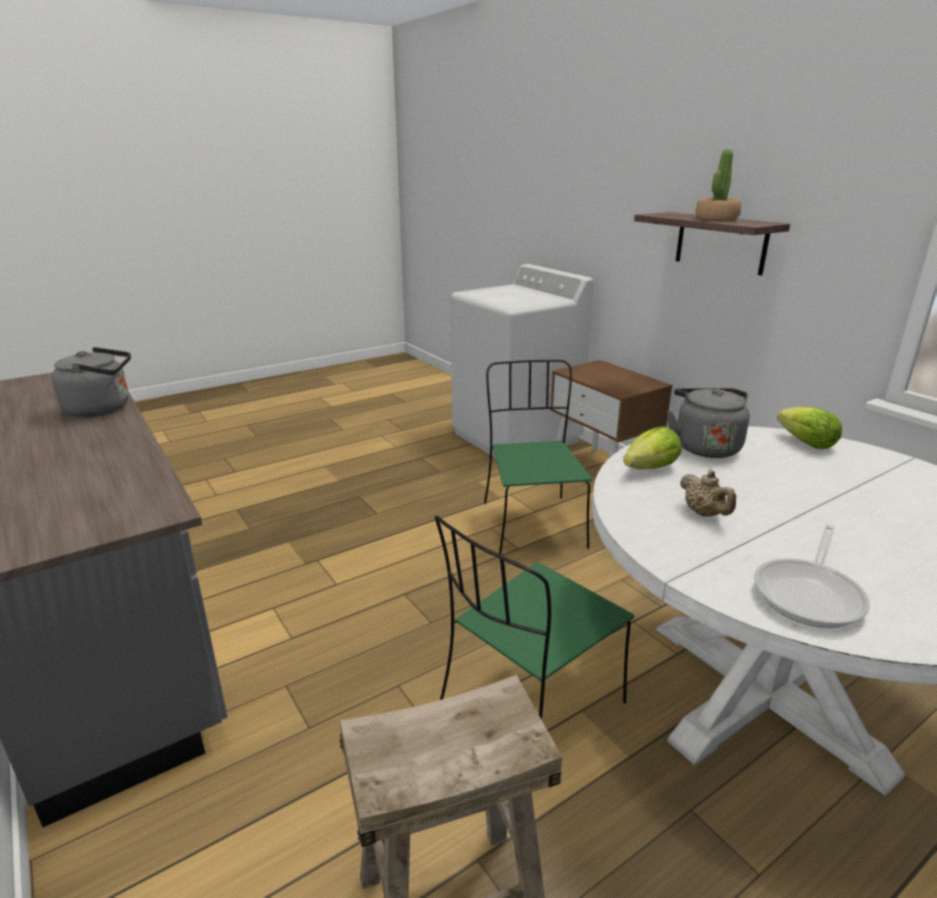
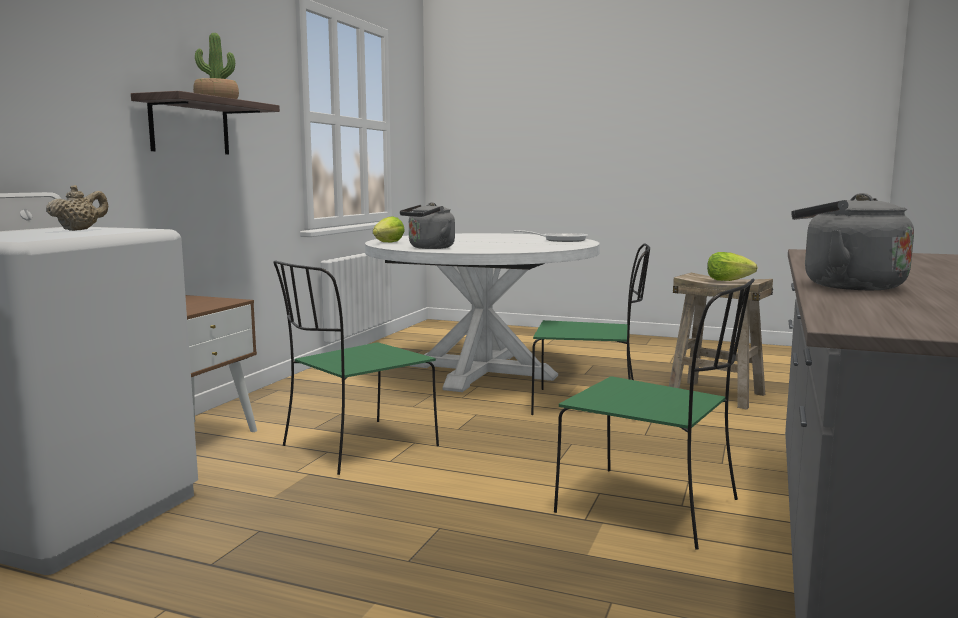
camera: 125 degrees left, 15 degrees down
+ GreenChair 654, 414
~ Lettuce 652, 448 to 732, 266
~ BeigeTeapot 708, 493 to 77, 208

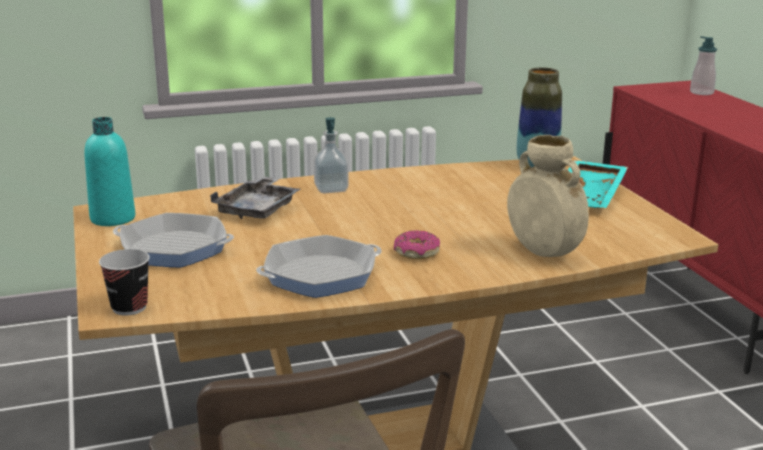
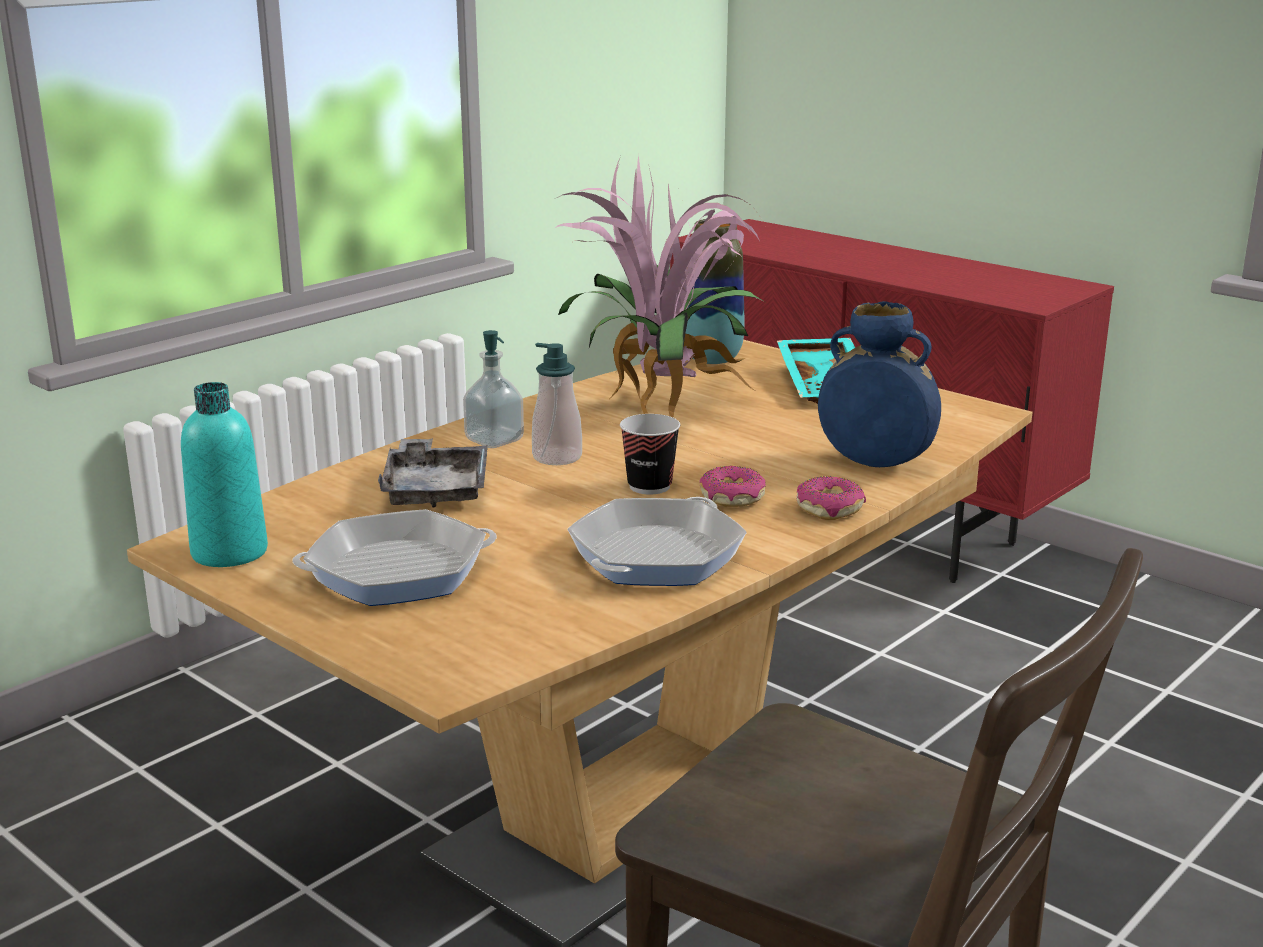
camera: 30 degrees left, 0 degrees up
+ PottedPlant 660, 286
+ Donut 831, 498
~ Cup 124, 282 to 650, 454
~ SoapDispenser 703, 65 to 557, 404
~ BeigeVase 548, 196 to BlueVase 879, 384

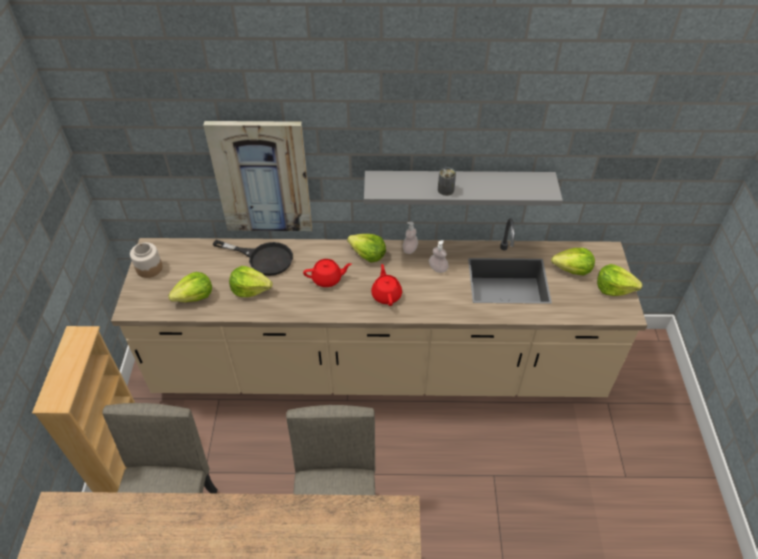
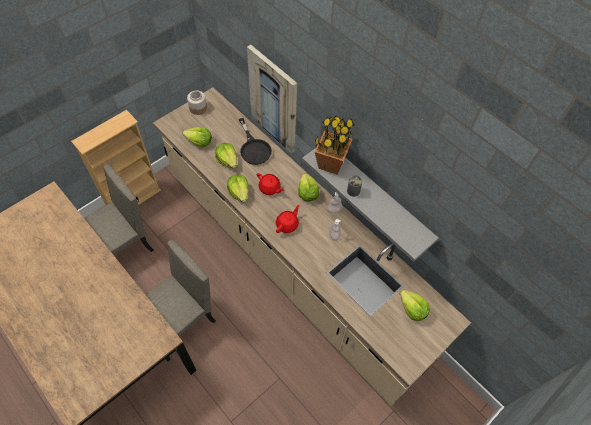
camera: 45 degrees right, 10 degrees up
+ PottedPlant 335, 145
~ Lettuce 619, 280 to 238, 188

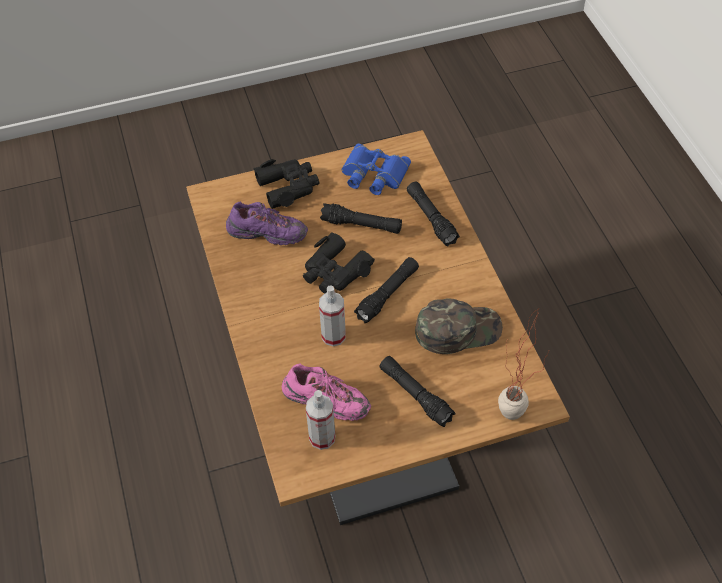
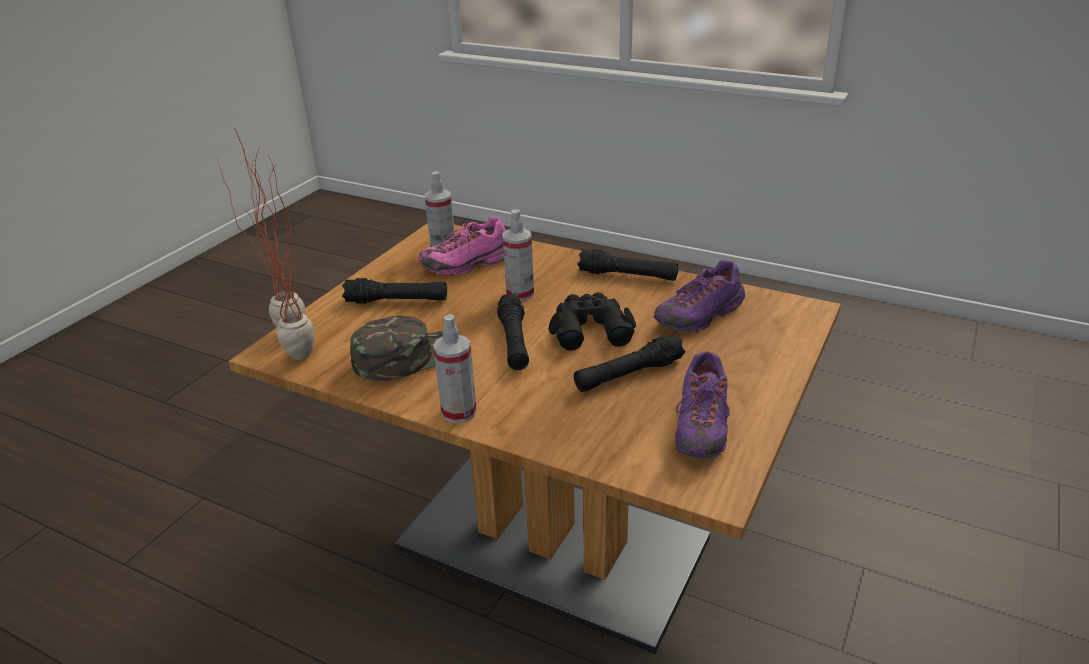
camera: 135 degrees right, 20 degrees down
- BlackBinoculars 286, 184
+ PottedPlant 278, 254
+ SprayBottle 455, 368
~ BlackFlashlight 433, 214 to 628, 265
~ BlueBinoculars 376, 169 to PurpleShoe 702, 405
~ GreenCap 459, 326 = 405, 348 150 degrees counterclockwise

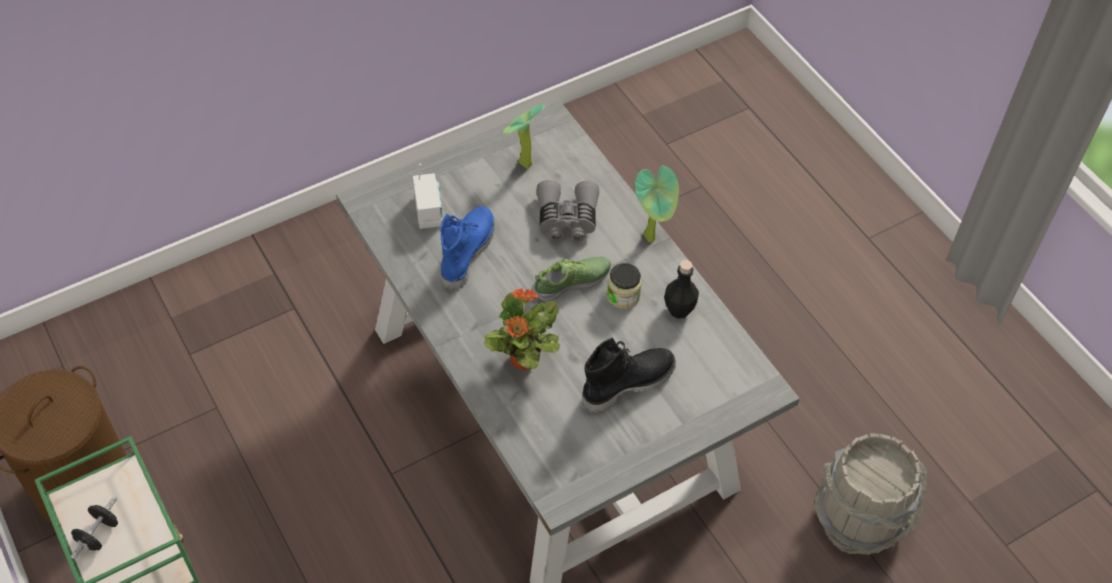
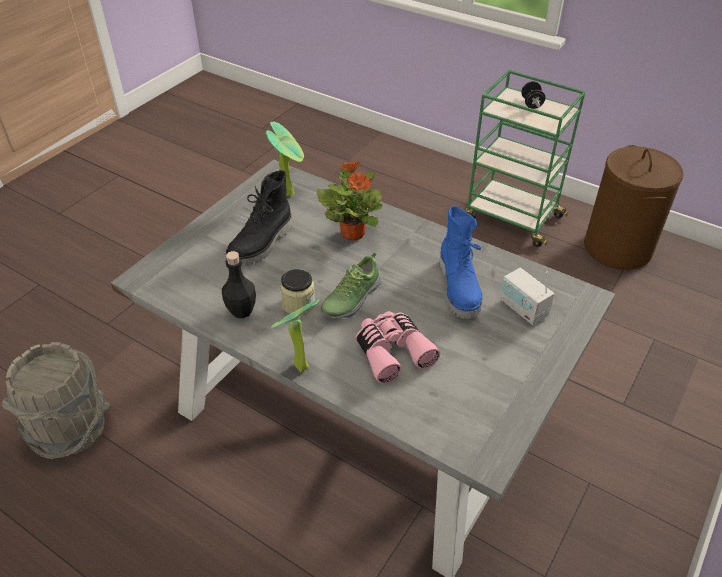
camera: 155 degrees right, 10 degrees down
~ PottedPlant 524, 136 to 285, 159
~ GreyBinoculars 568, 210 to PinkBinoculars 398, 347

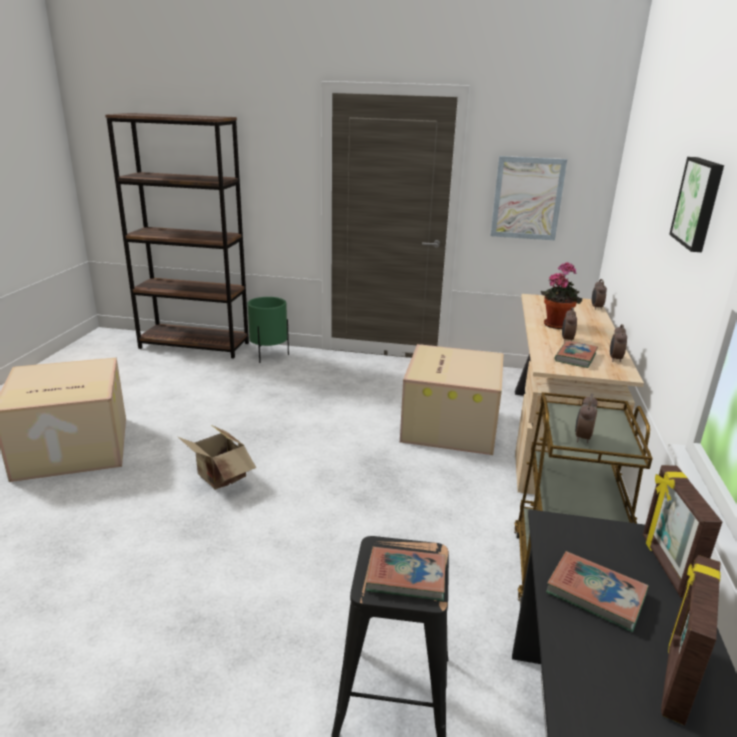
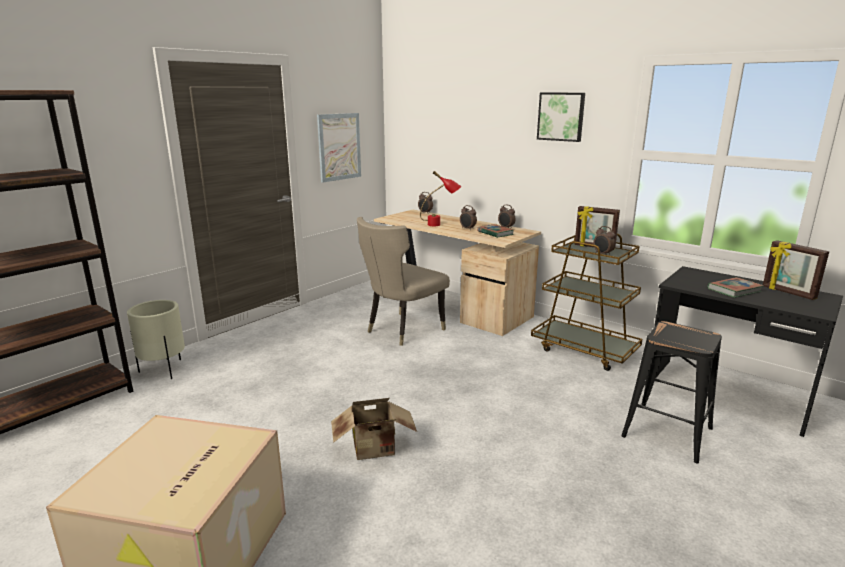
camera: 60 degrees left, 5 degrees down
- Book 406, 573
~ PictureFrame 682, 531 to 597, 228
~ CardboardBox 452, 399 to BeigeChair 403, 281
~ PottedPlant 561, 295 to RedTableLamp 441, 198
~ GreenPlanter 268, 330 to BeigePlanter 156, 339

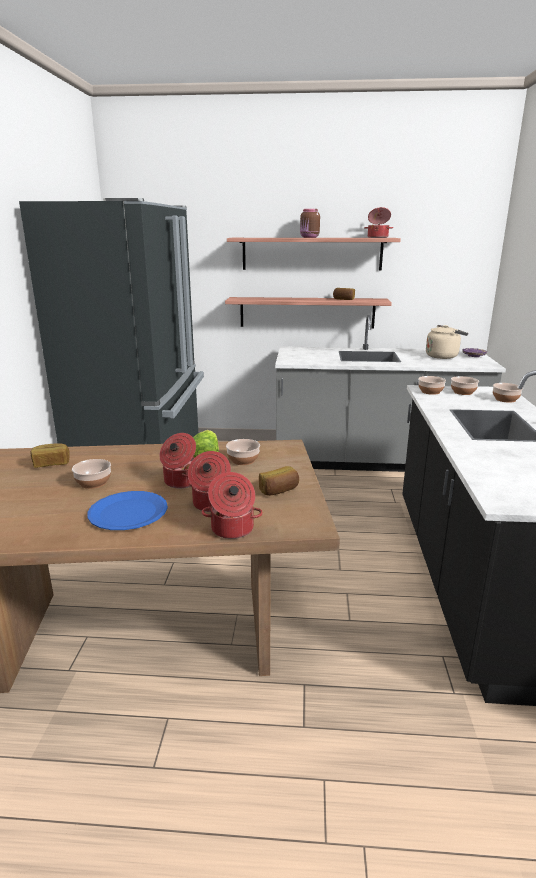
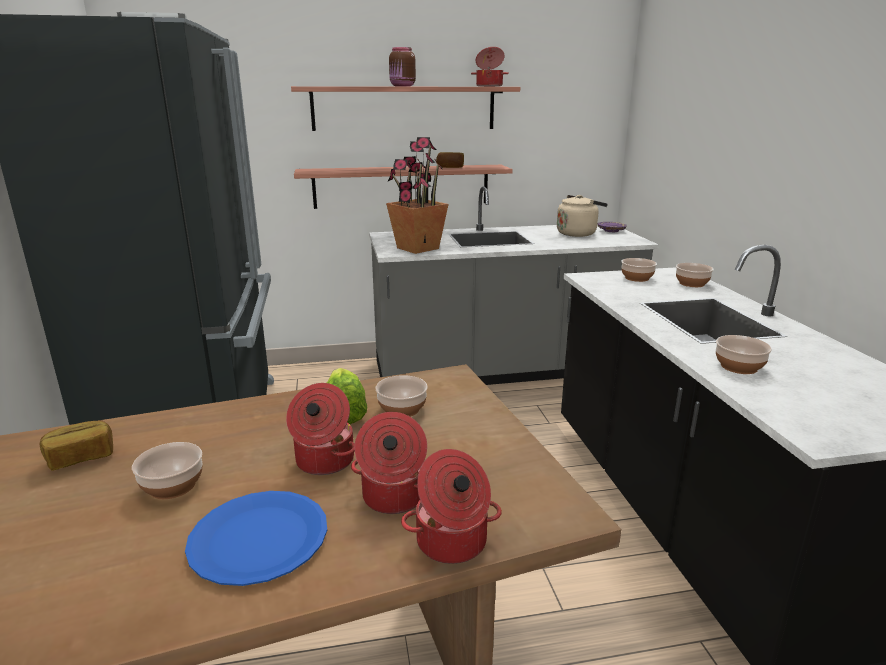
camera: 15 degrees left, 0 degrees up
- Bread 279, 481
+ PottedPlant 417, 195
~ Bowl 432, 385 to 744, 354

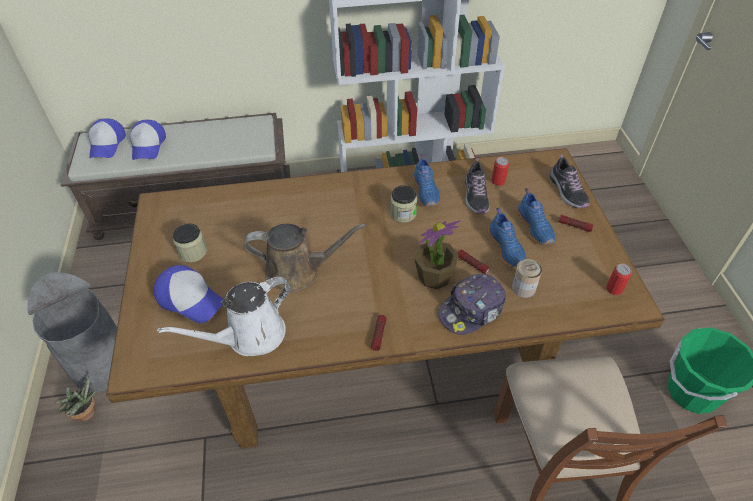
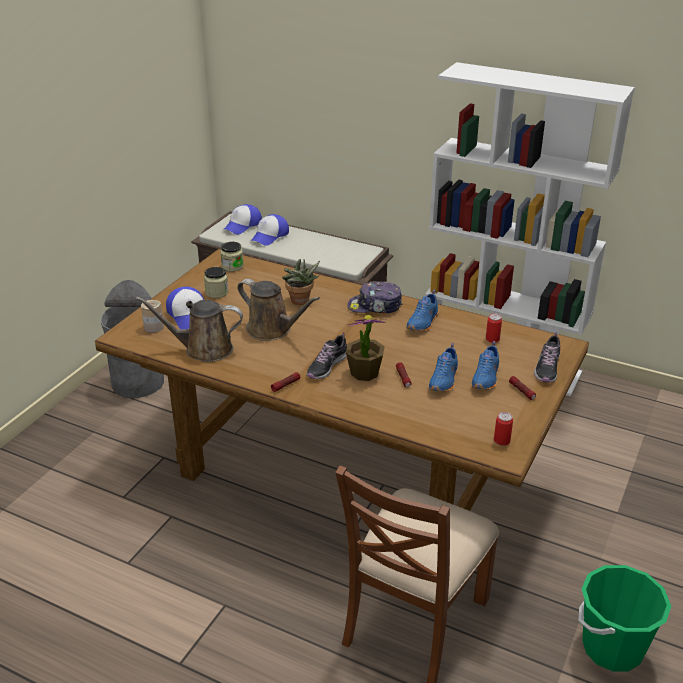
camera: 35 degrees right, 15 degrees down
~ PottedPlant 76, 399 to 301, 282
~ Jar 403, 204 to 232, 257
~ Cap 472, 304 to 375, 297
~ Shoe 477, 186 to 327, 355
~ Can 527, 278 to 152, 316
~ WhiteWateringCan 224, 316 to BrownWateringCan 189, 329

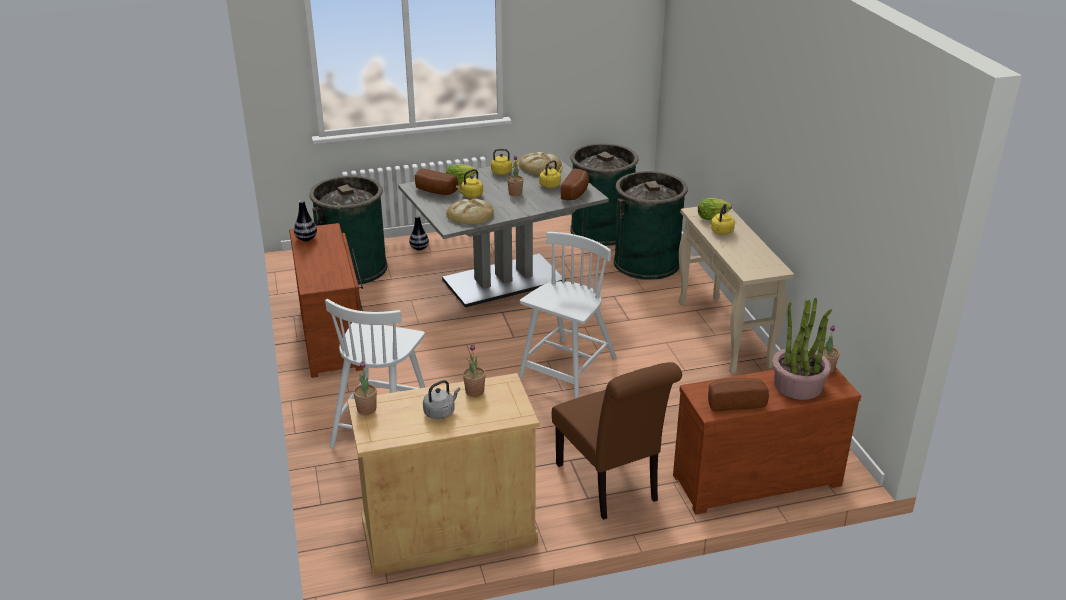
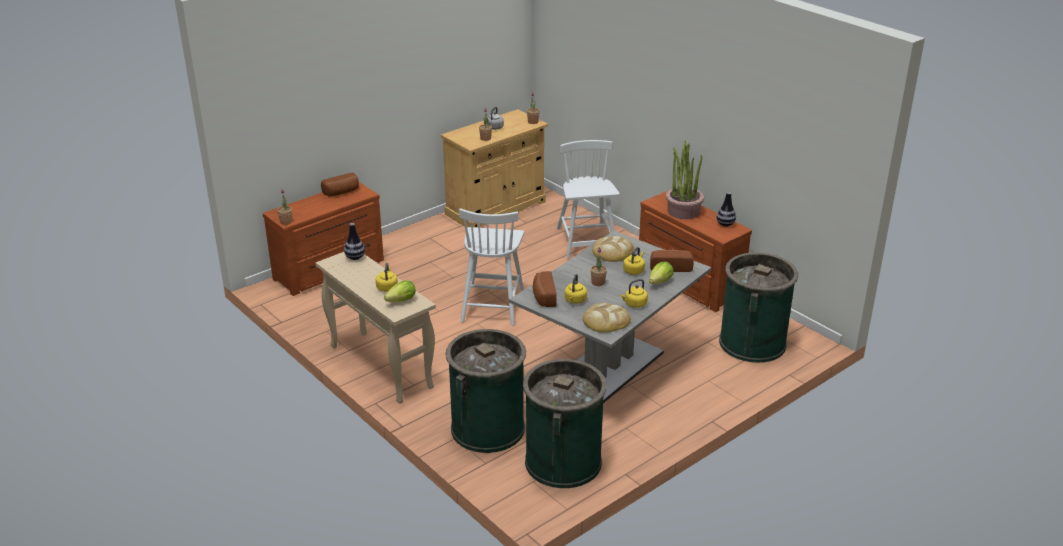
camera: 155 degrees right, 0 degrees up
- BrownChair 617, 441
~ Vase 419, 233 to 354, 241
~ PottedPlant 802, 349 to 685, 179

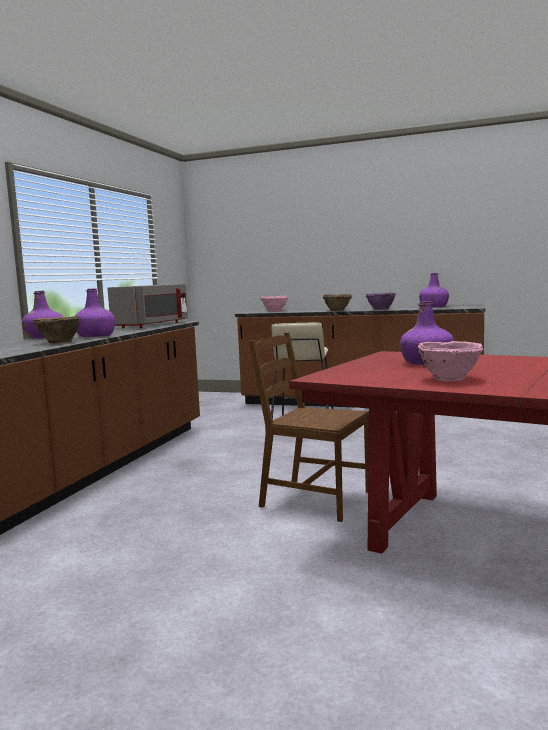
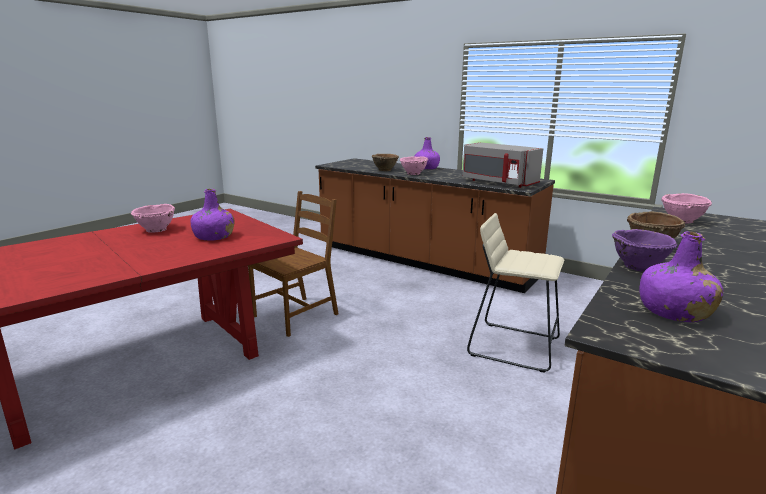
camera: 105 degrees right, 10 degrees up
~ PurpleBottle 95, 312 to PinkBowl 414, 165

